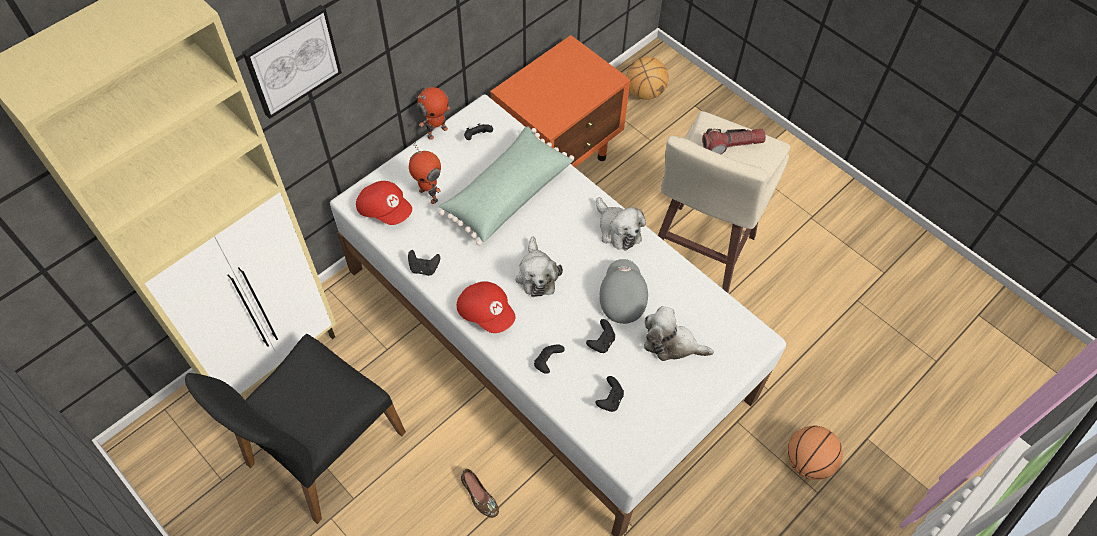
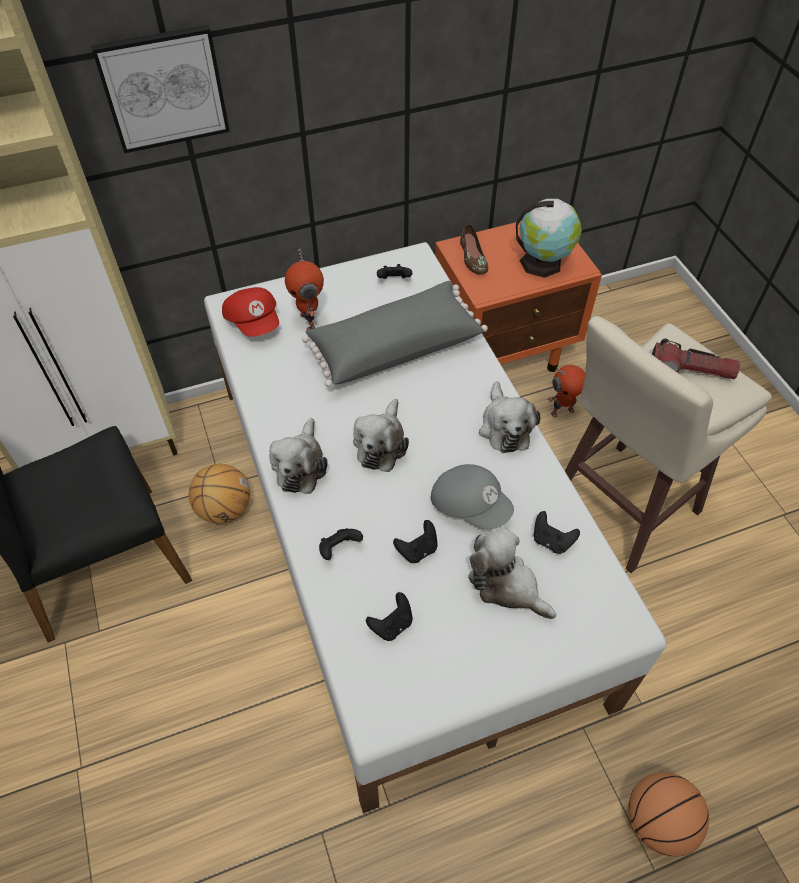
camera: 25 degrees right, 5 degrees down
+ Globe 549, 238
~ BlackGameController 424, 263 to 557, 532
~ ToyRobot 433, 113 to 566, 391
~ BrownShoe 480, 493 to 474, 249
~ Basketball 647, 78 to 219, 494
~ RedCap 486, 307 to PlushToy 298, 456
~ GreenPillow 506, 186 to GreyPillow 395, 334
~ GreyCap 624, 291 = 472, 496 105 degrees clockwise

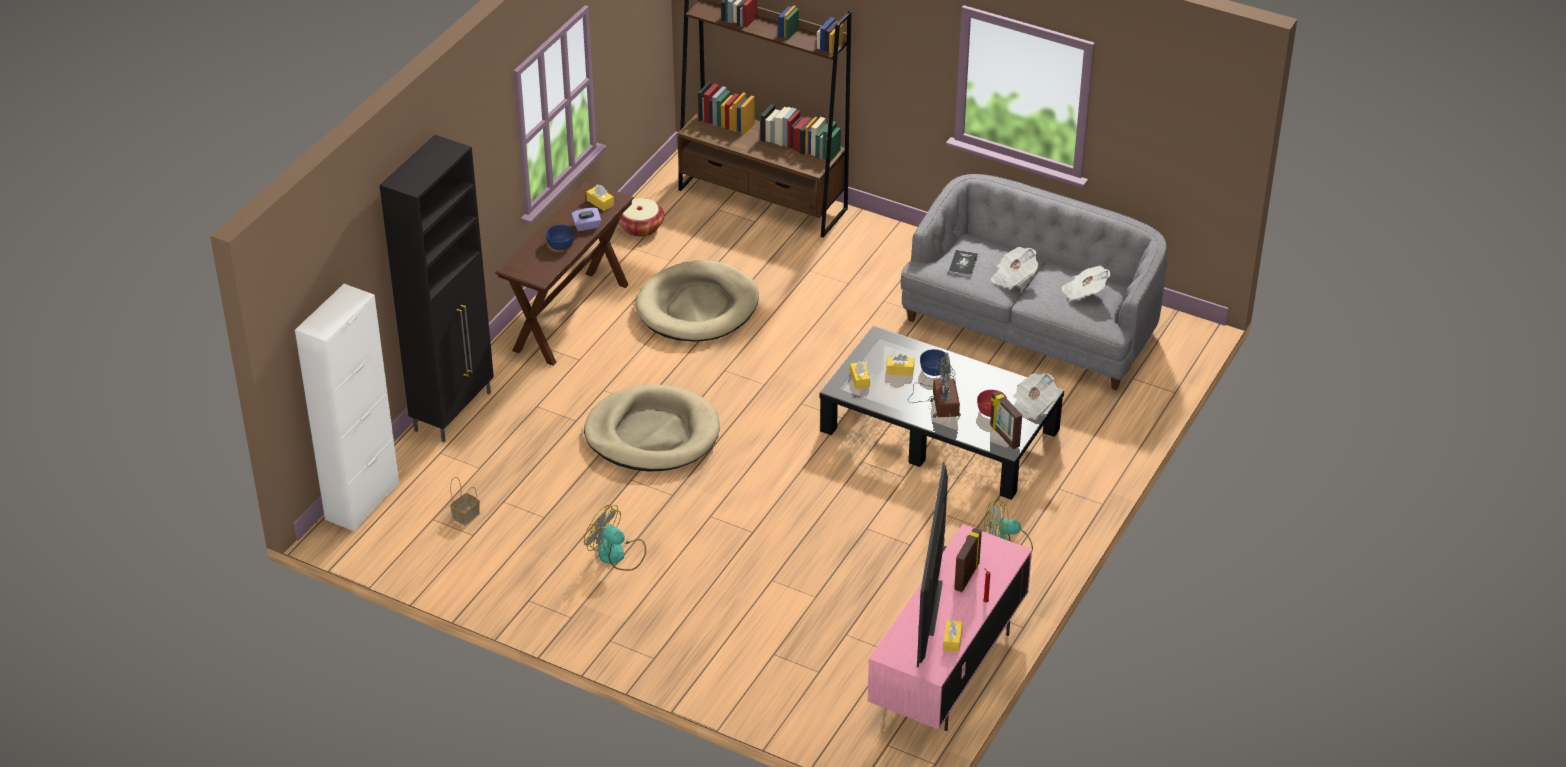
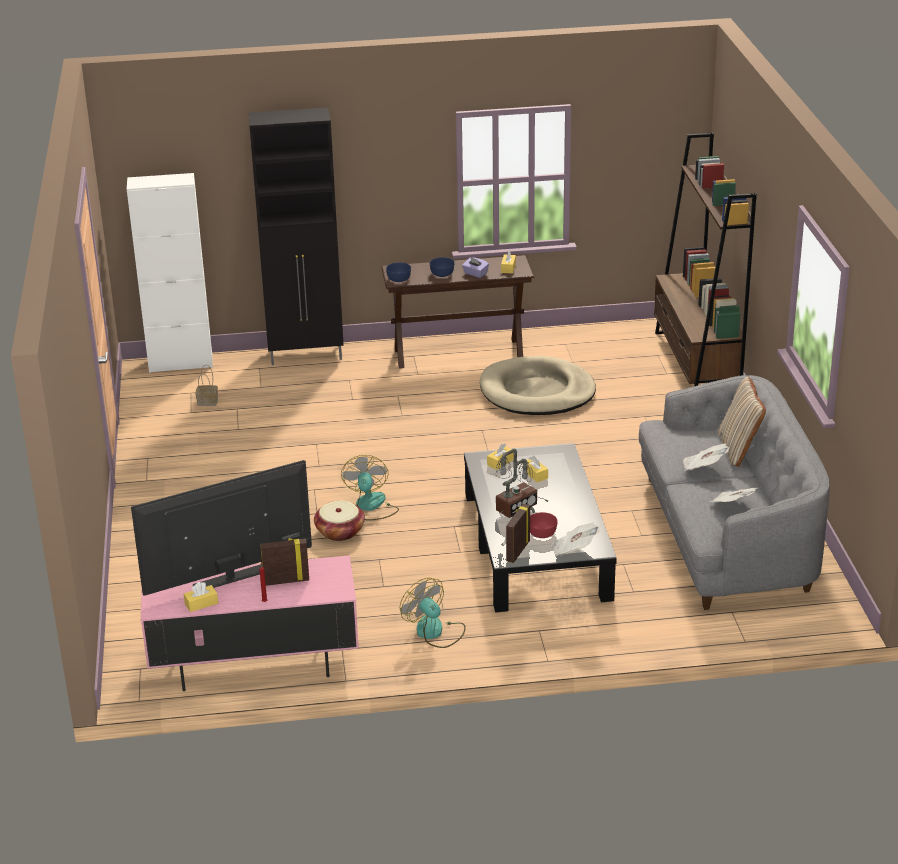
camera: 55 degrees right, 10 degrees down
- BeigeDogBed 652, 427
- Book 963, 263
+ BeigePillow 742, 422
~ Fan 615, 538 to 370, 488
~ Basket 641, 217 to 339, 521
~ BlueBowl 934, 362 to 398, 272

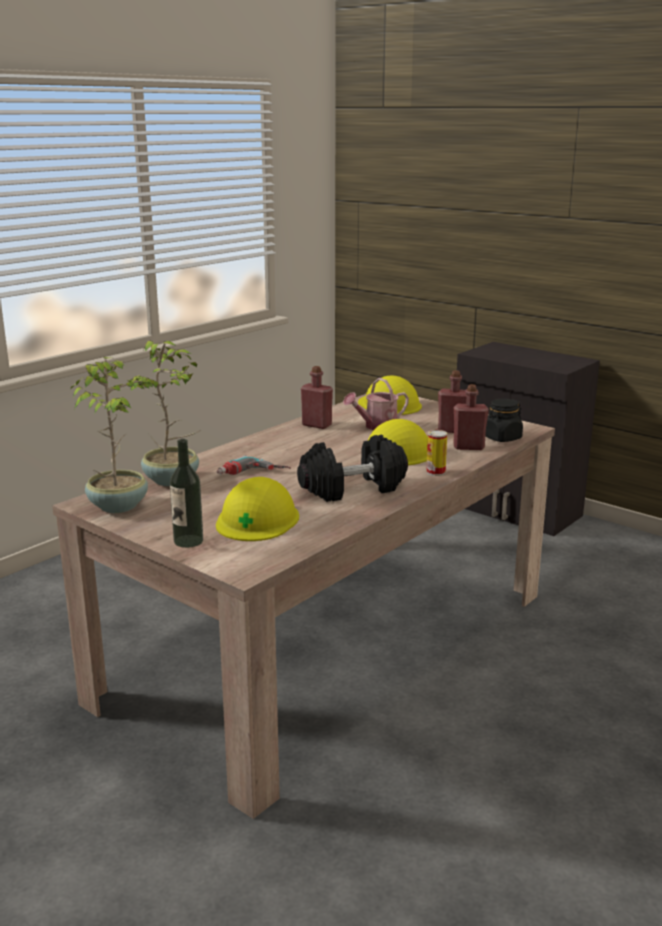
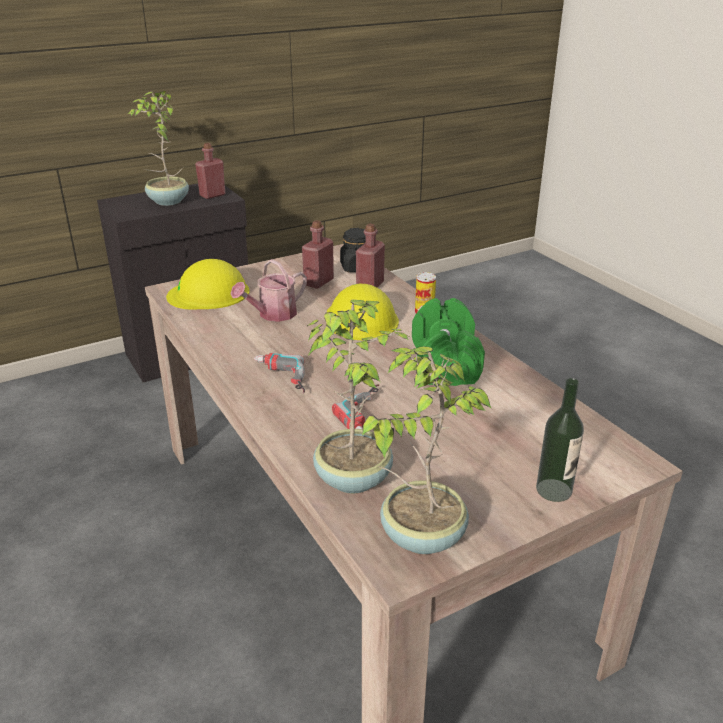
camera: 70 degrees left, 10 degrees up
- YellowHardHat 257, 509
+ PottedPlant 158, 148
+ PowerDrill 279, 373
~ RedBottle 317, 397 to 210, 171
~ BlackDumbbell 352, 468 to GreenDumbbell 448, 342
~ WateringCan 376, 404 = 269, 290 60 degrees clockwise

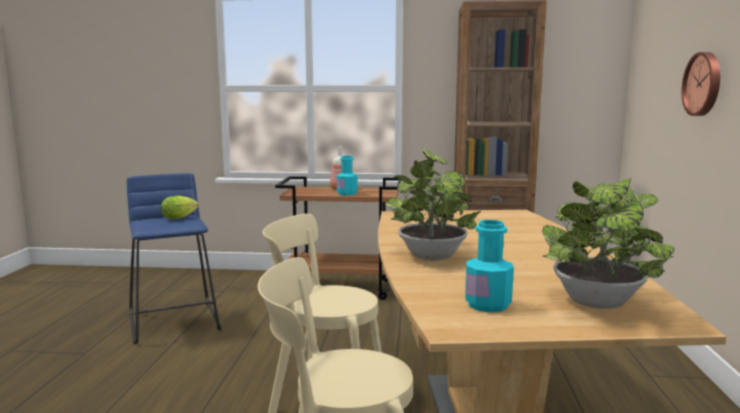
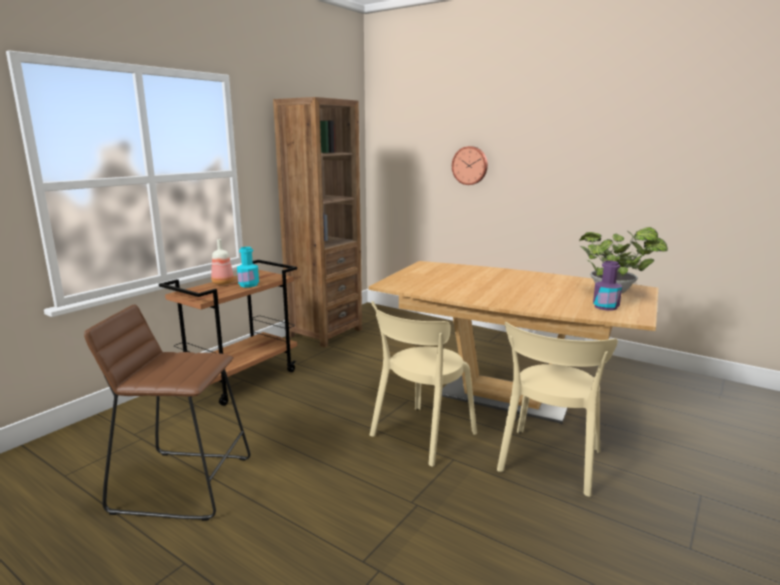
camera: 60 degrees left, 5 degrees up
- Lettuce 179, 207
- PottedPlant 432, 204
~ BlueStool 174, 258 to BrownStool 167, 412
~ TurquoiseBottle 489, 266 to PurpleBottle 607, 285

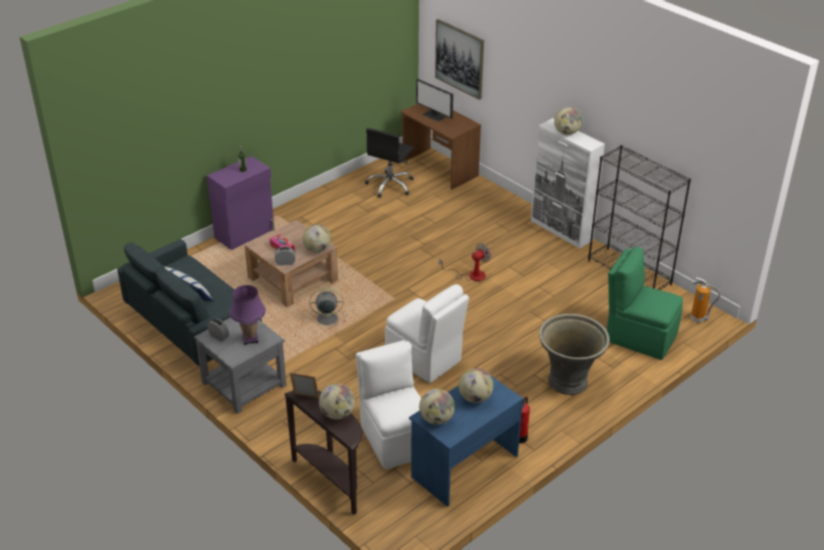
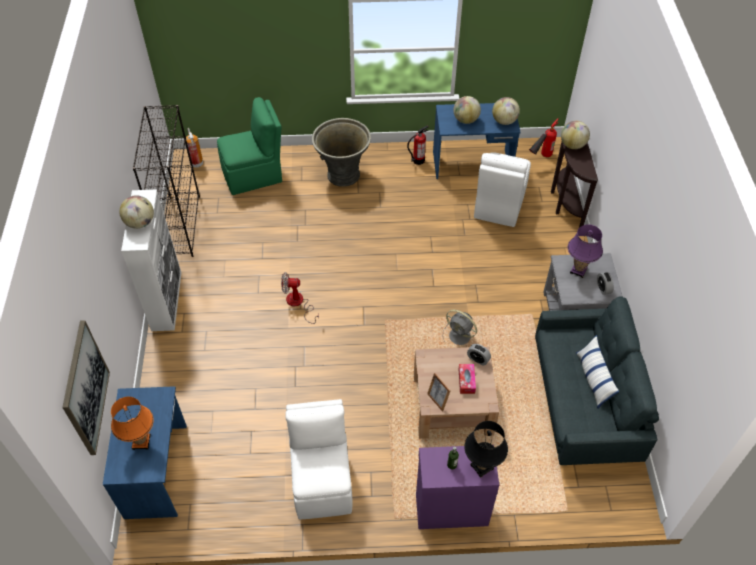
camera: 140 degrees left, 15 degrees up
- Globe 316, 238
- BlackOfficeChair 389, 163
+ BlackTableLamp 486, 449
+ FireExtinguisher 544, 137
~ PictureFrame 304, 385 to 439, 392
~ WhiteChair 427, 333 to 318, 459
~ Monitor 434, 100 to OrangeTableLamp 132, 423
~ BrownDesk 440, 147 to BlueDesk 145, 452
~ GreenChair 645, 303 = 249, 146 90 degrees counterclockwise

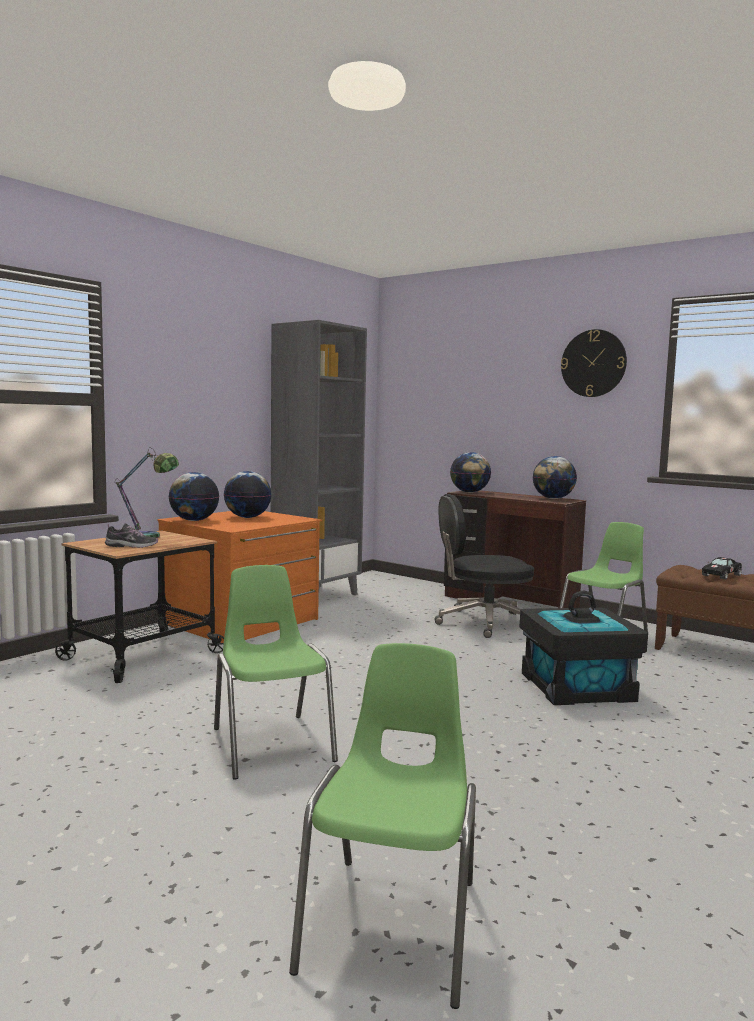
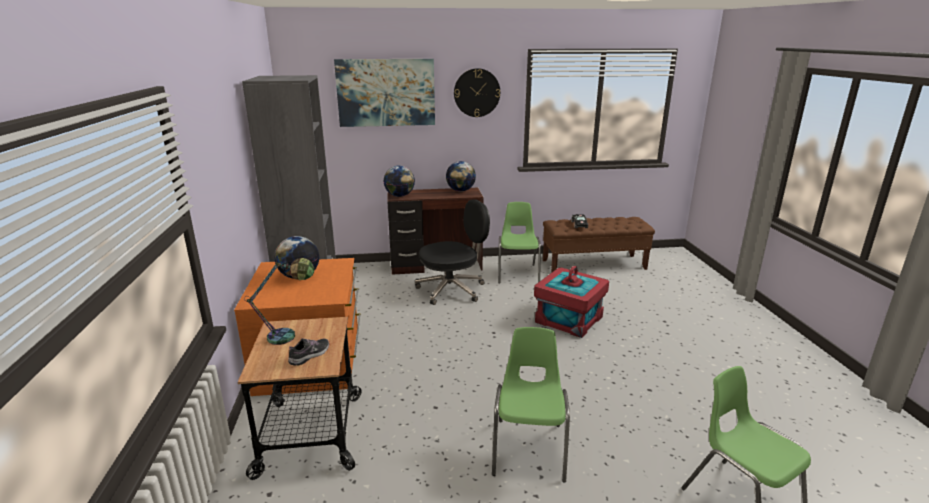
camera: 45 degrees left, 15 degrees up
- Globe 193, 496
+ Picture 384, 93
~ BlackStorageBox 584, 648 to RedStorageBox 571, 302
~ GreenChair 276, 672 = 531, 405 75 degrees clockwise
~ BlackOfficeChair 484, 566 = 452, 252 150 degrees counterclockwise

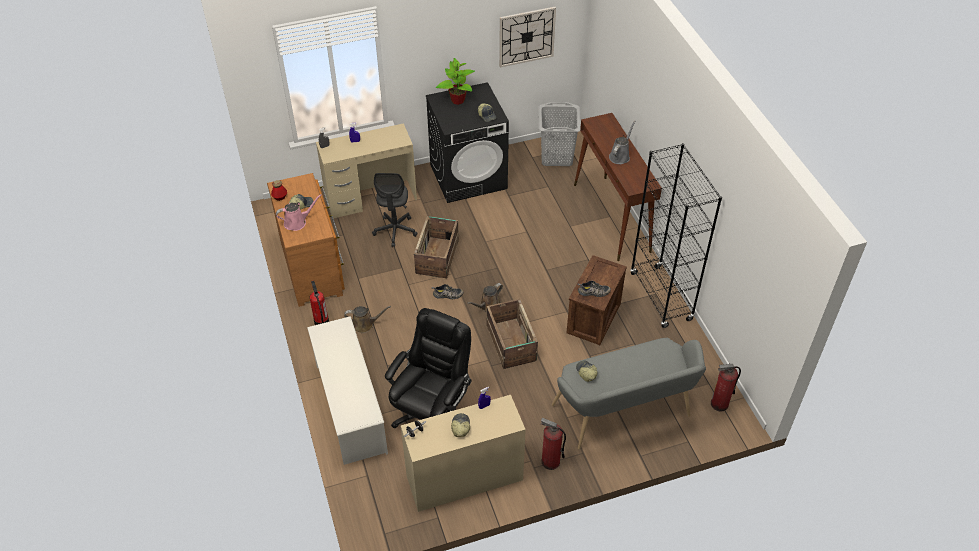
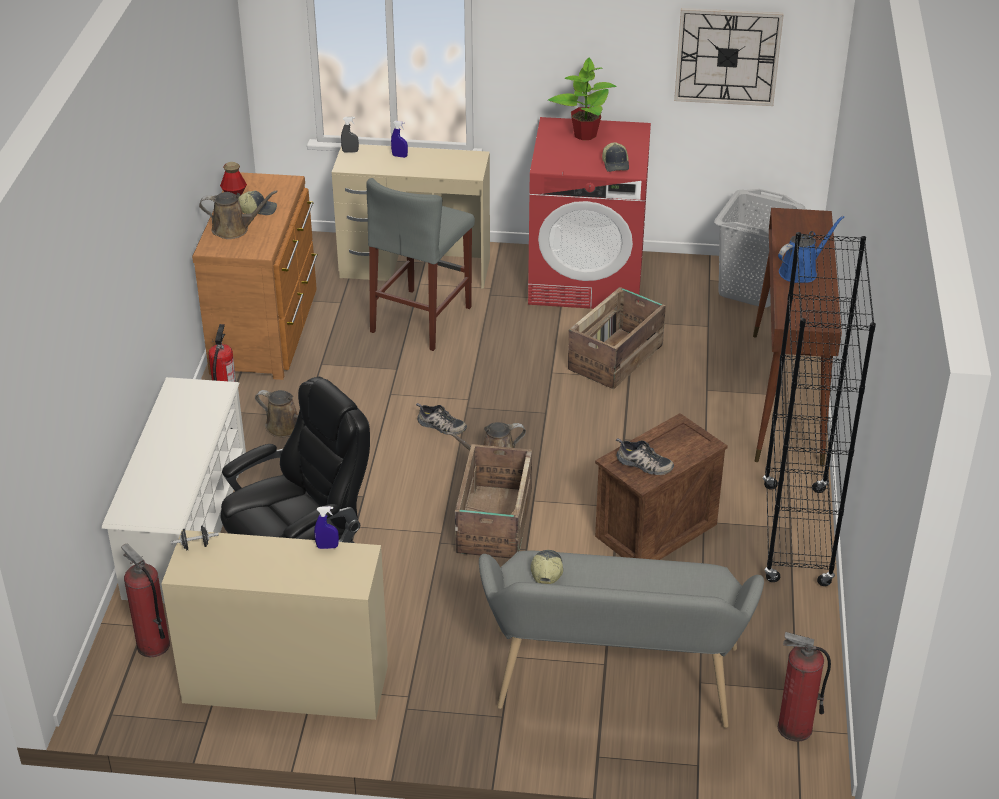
camera: 25 degrees right, 10 degrees down
- Cap 460, 425
~ Crate 436, 247 to 617, 338
~ FireExtinguisher 553, 444 to 145, 600
~ GreyOfficeChair 394, 210 to GreyStool 420, 264
~ PinkWateringCan 299, 212 to BrownWateringCan 238, 214
~ BlackWashingMachine 467, 142 to RedWashingMachine 589, 213
~ GreyWateringCan 622, 142 to BlueWateringCan 811, 249

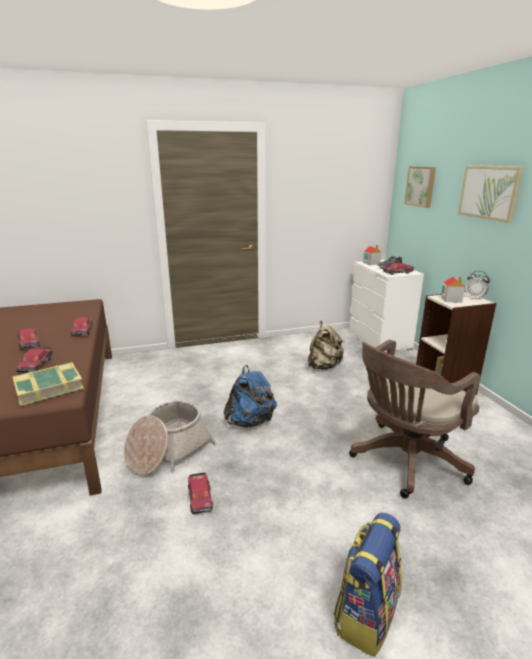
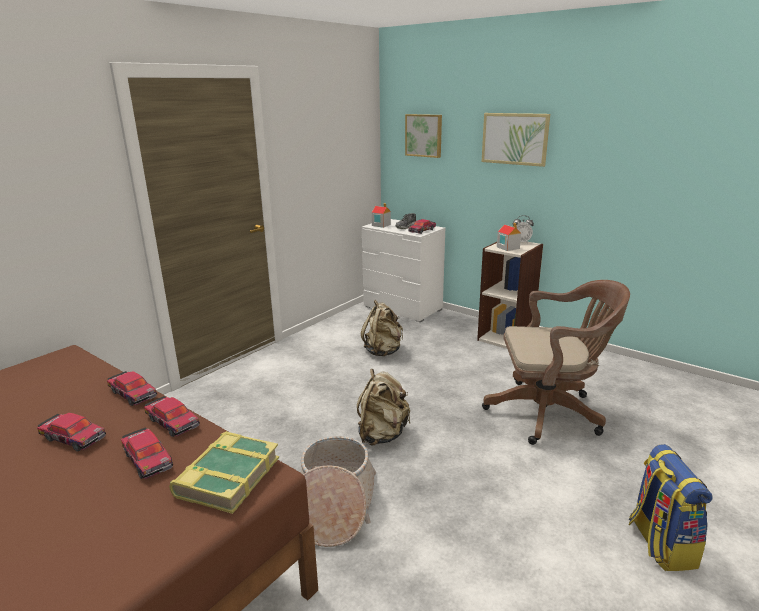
camera: 35 degrees left, 0 degrees up
~ ToyCar 200, 493 to 172, 416
~ BlueBackpack 250, 396 to BeigeBackpack 383, 407
~ BrownOfficeChair 414, 419 = 556, 362 105 degrees counterclockwise

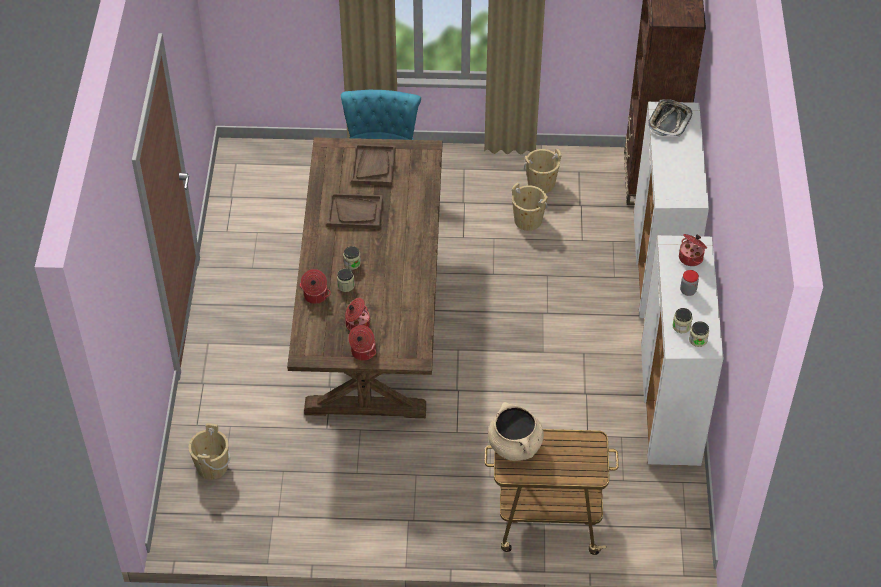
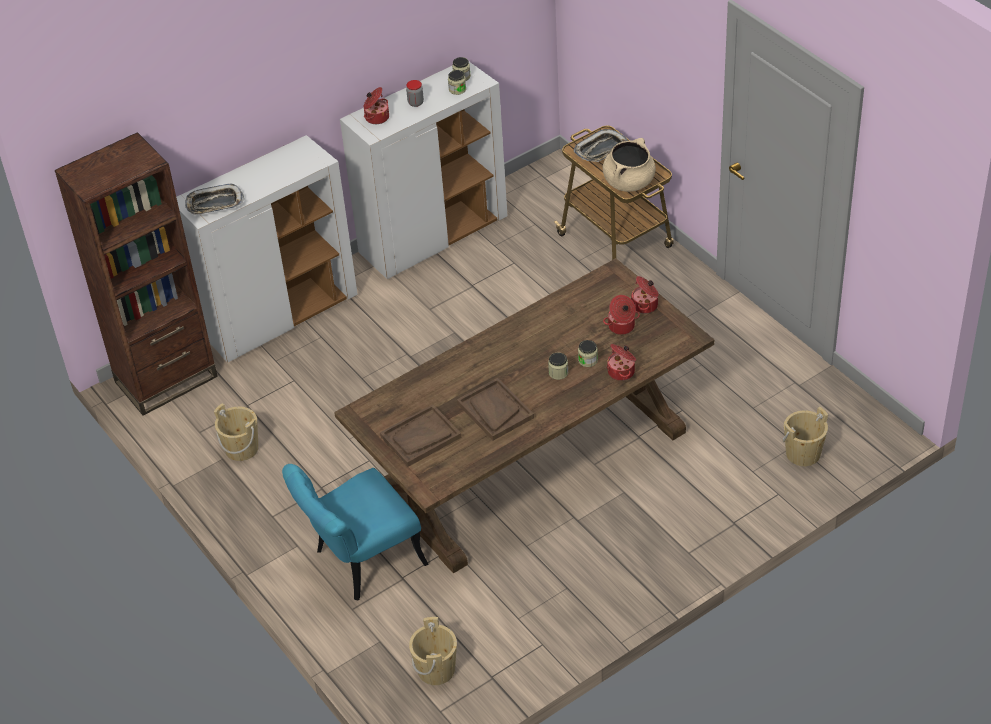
camera: 125 degrees left, 5 degrees down
+ Tray 601, 145
~ BeigeBucket 530, 206 to 433, 651

